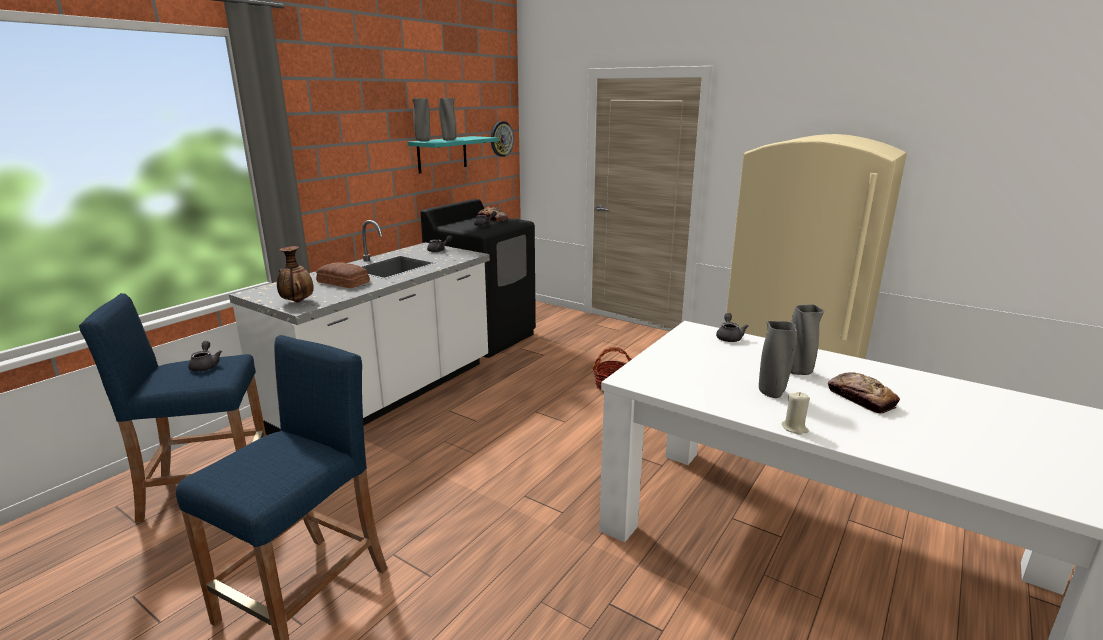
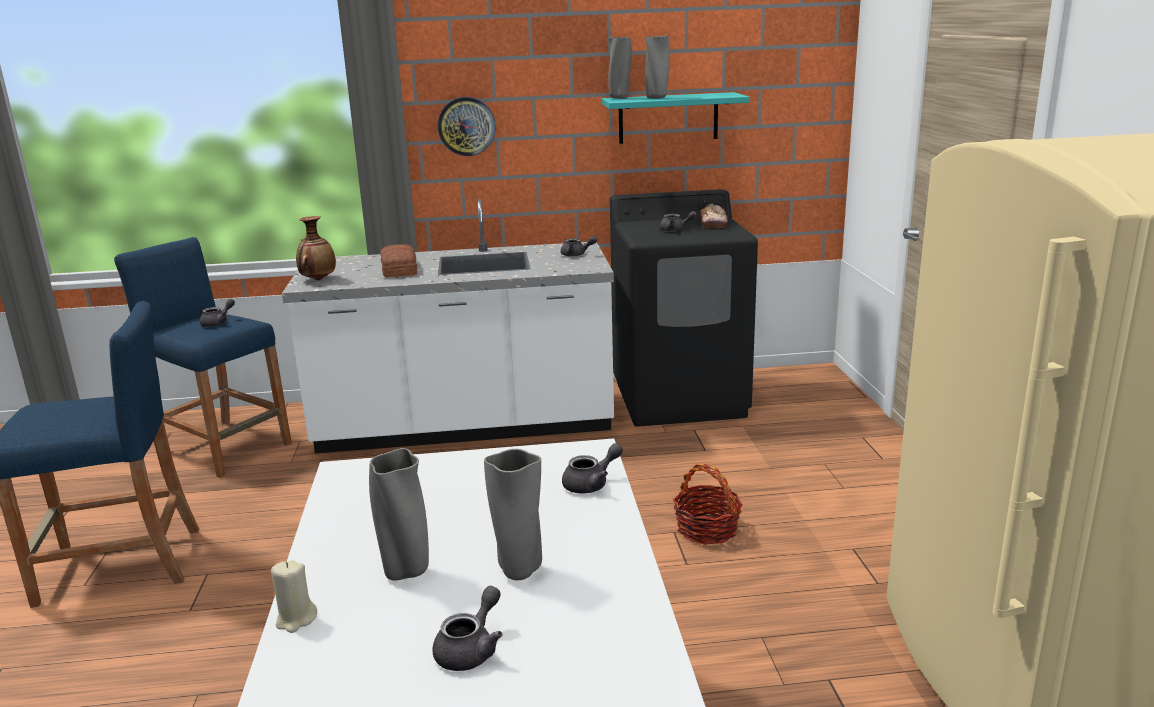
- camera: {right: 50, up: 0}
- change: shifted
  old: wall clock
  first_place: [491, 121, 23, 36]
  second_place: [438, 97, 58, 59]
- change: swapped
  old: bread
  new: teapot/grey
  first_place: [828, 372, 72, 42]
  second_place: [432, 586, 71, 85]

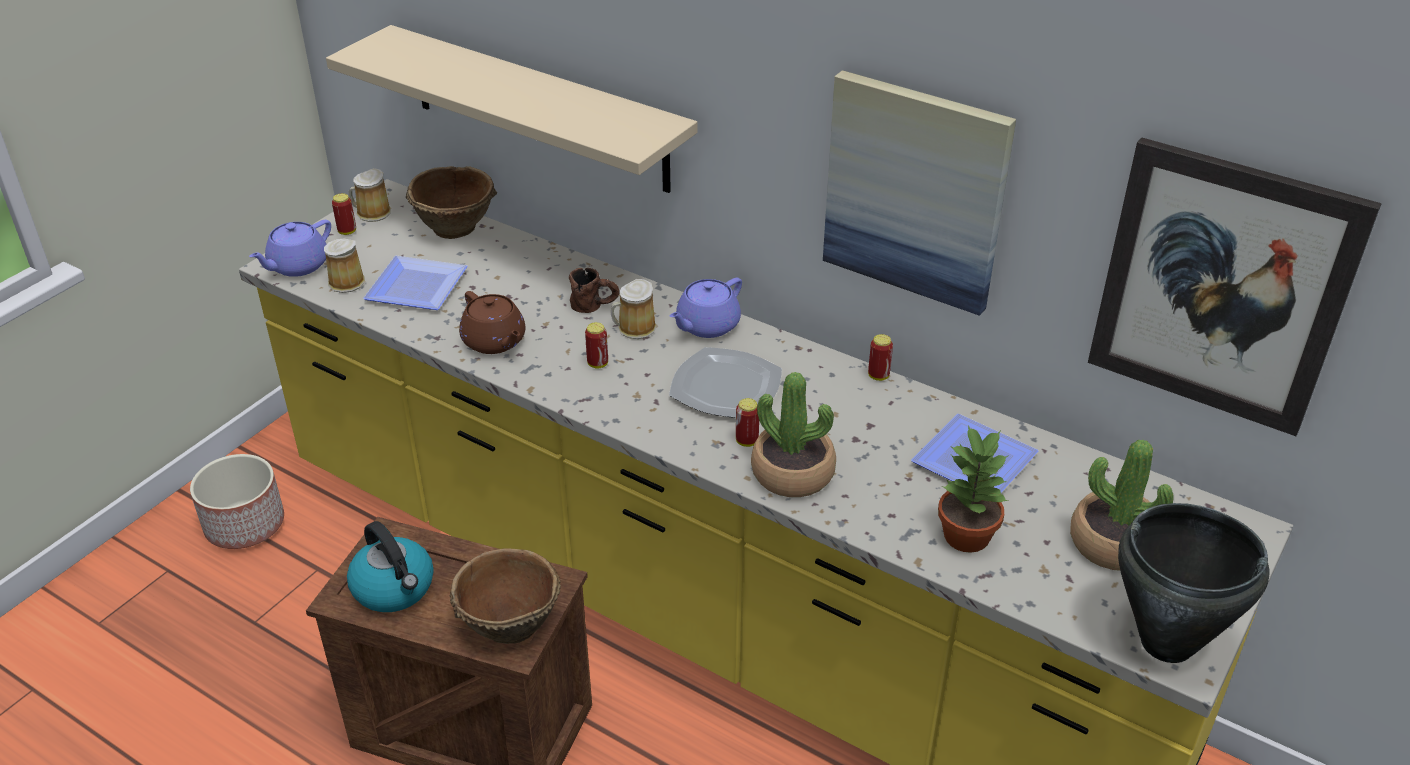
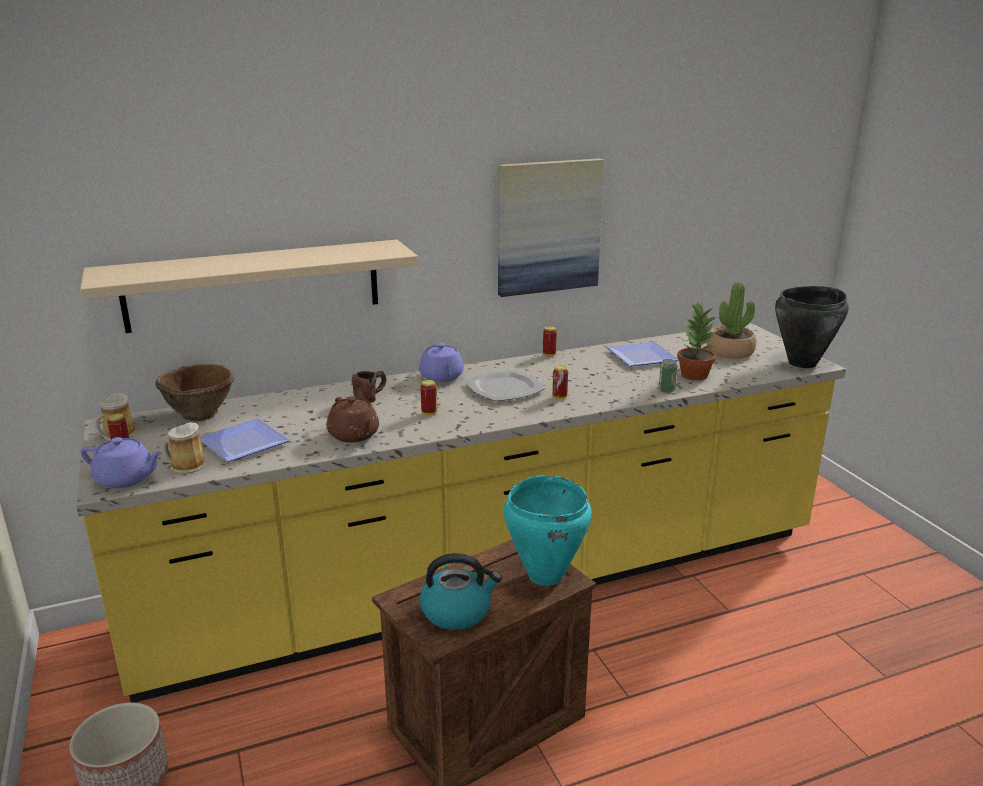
- camera: {right: -55, up: -15}
- change: rotated
  old: teapot/purple
  first_place: [249, 220, 82, 57]
  second_place: [81, 437, 82, 52]
  degrees: -60
- change: swapped
  old: bowl/brown
  new: cooking pot/turquoise
  first_place: [450, 548, 111, 96]
  second_place: [504, 475, 88, 111]
- change: rotated
  old: teapot/brown
  first_place: [459, 291, 66, 63]
  second_place: [326, 396, 53, 47]
  degrees: 60
- change: gone
  old: mug
  first_place: [611, 279, 46, 60]
- change: gone
  old: potted plant
  first_place: [751, 372, 85, 125]
- change: gone
  old: picture
  first_place: [1088, 137, 294, 299]
- change: new
  new: can
  second_place: [659, 359, 18, 34]

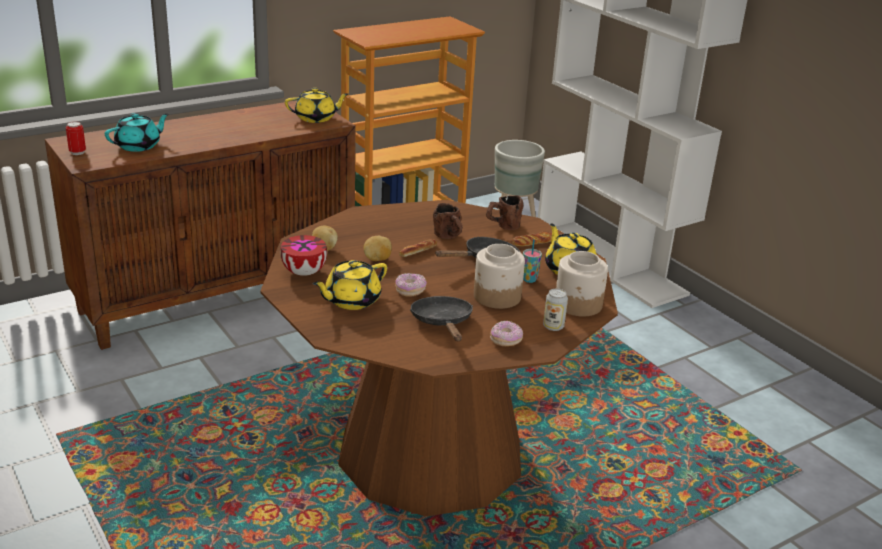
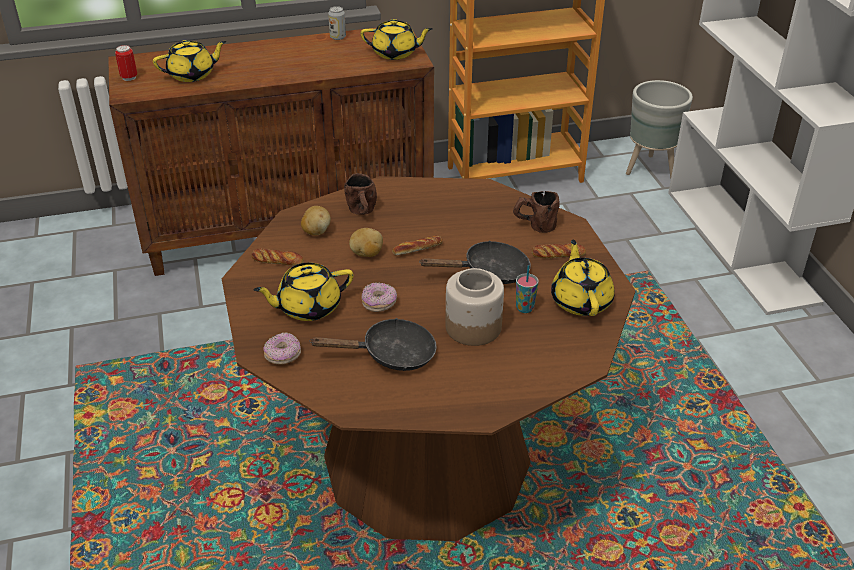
- camera: {right: 20, up: 10}
- change: repainted
  old: teapot/turquoise
  new: teapot/yellow
  first_place: [105, 113, 64, 39]
  second_place: [153, 40, 73, 42]
- change: swapped
  old: bowl
  new: bread
  first_place: [280, 235, 47, 41]
  second_place: [251, 248, 53, 18]
- change: rotated
  old: frying pan/black
  first_place: [410, 296, 63, 45]
  second_place: [309, 318, 128, 53]
  degrees: 75
- change: shifted
  old: mug/brown
  first_place: [433, 203, 30, 36]
  second_place: [344, 173, 33, 42]
- change: shifted
  old: donut
  first_place: [490, 320, 33, 26]
  second_place: [263, 332, 38, 33]
- change: shifted
  old: can
  first_place: [543, 289, 25, 42]
  second_place: [328, 6, 18, 34]
- change: gone
  old: jar
  first_place: [556, 251, 52, 66]

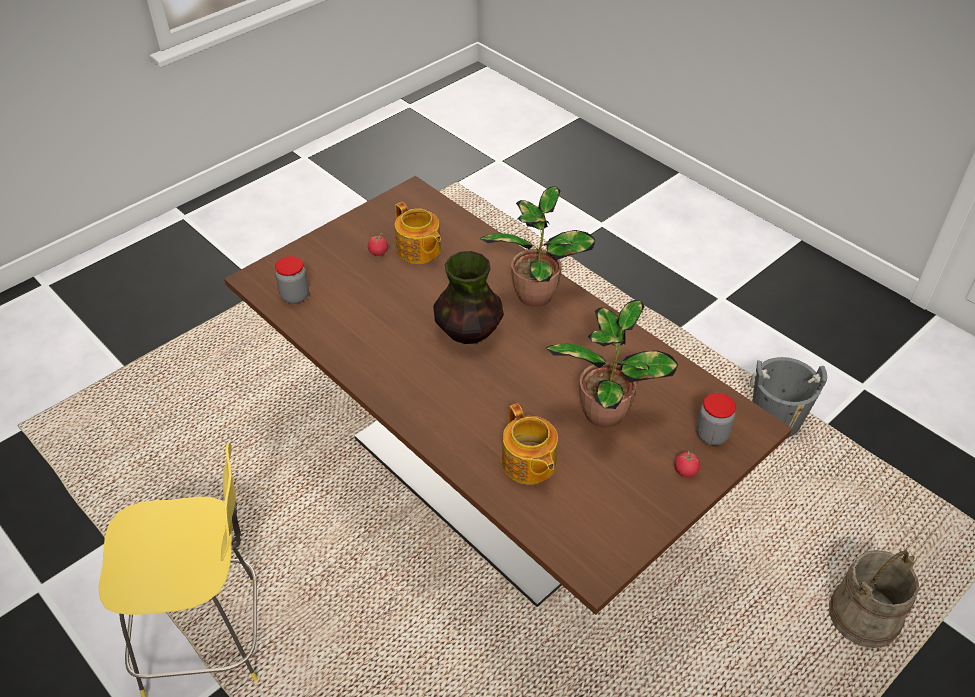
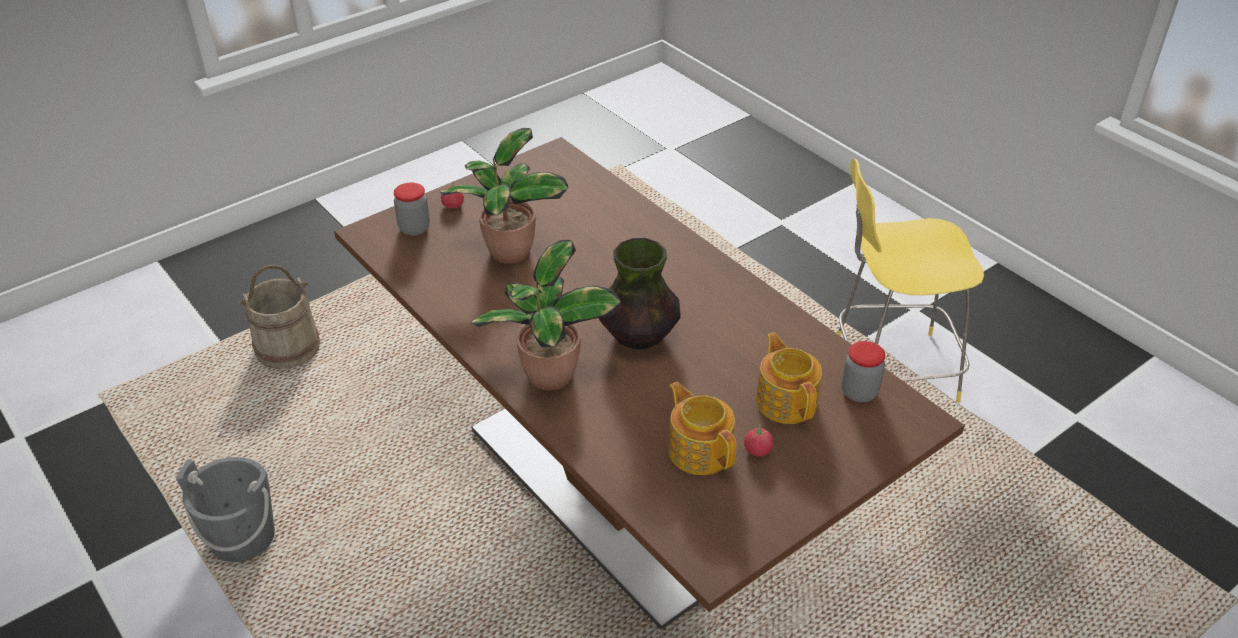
- camera: {right: -175, up: -5}
- change: shifted
  old: teapot
  first_place: [502, 403, 56, 82]
  second_place: [756, 333, 66, 91]

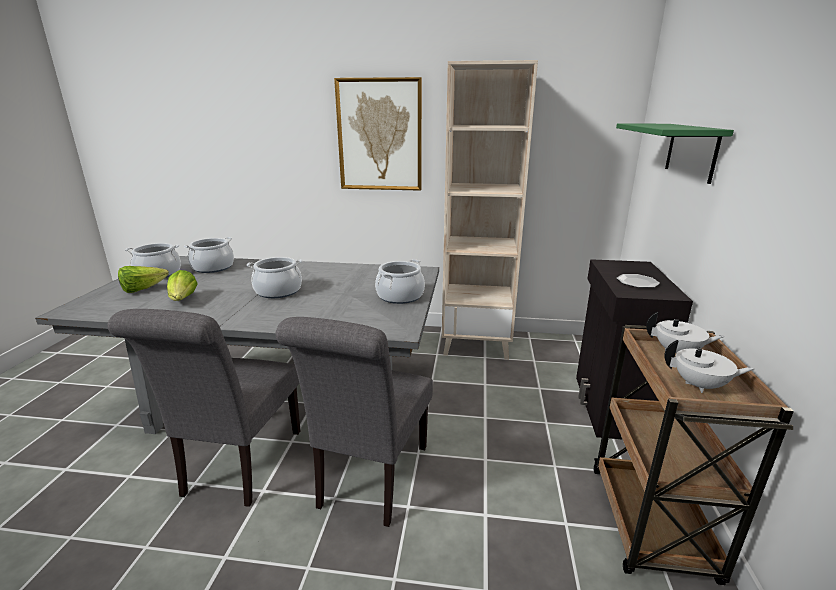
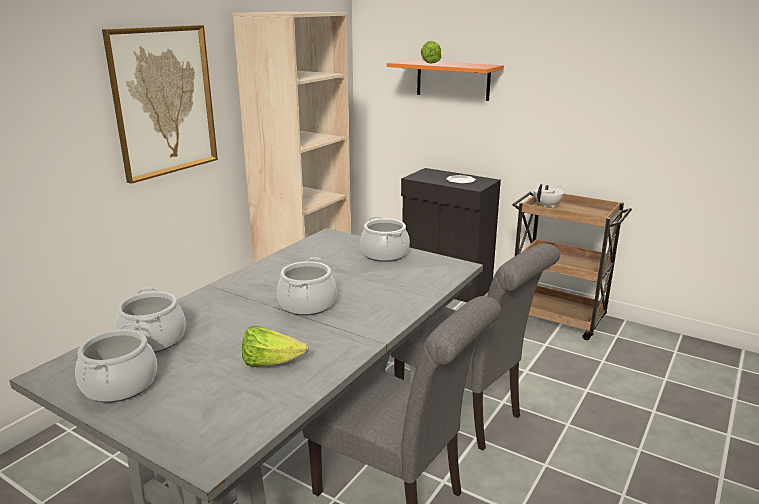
- camera: {right: -65, up: 0}
- change: shifted
  old: lettuce
  first_place: [118, 266, 51, 27]
  second_place: [421, 40, 20, 24]
- change: repainted
  old: shelf/green
  new: shelf/orange
  first_place: [616, 123, 118, 61]
  second_place: [387, 60, 117, 41]
- change: gone
  old: teapot/white
  first_place: [664, 340, 90, 53]

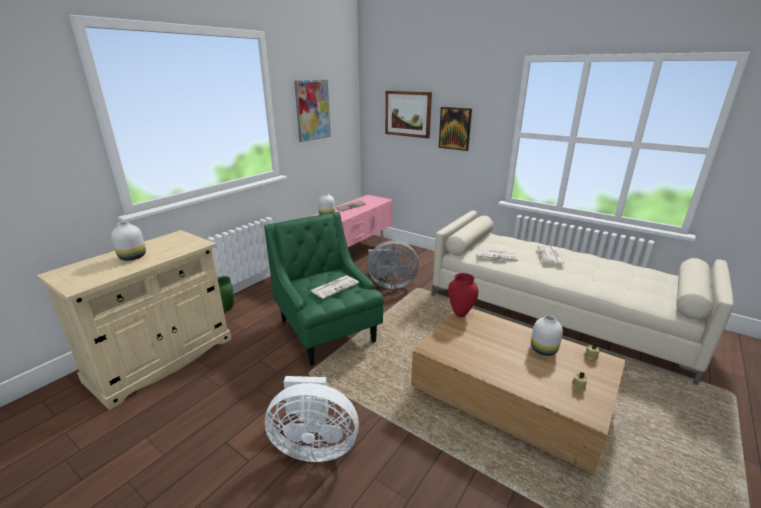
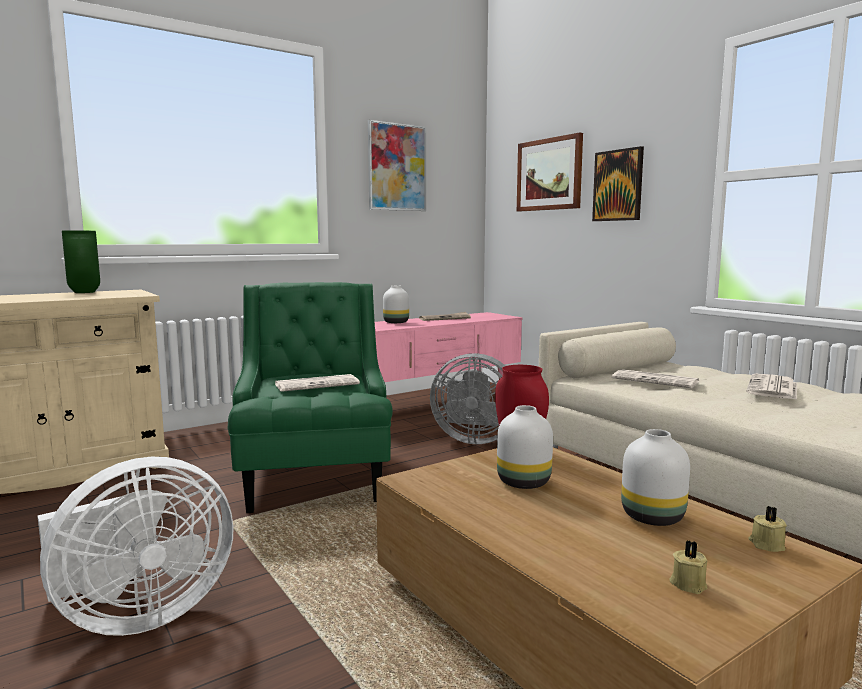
- camera: {right: 20, up: -15}
- change: shifted
  old: vase/white
  first_place: [111, 222, 35, 39]
  second_place: [497, 405, 56, 84]
- change: shifted
  old: vase/green
  first_place: [218, 276, 16, 35]
  second_place: [62, 230, 38, 63]
- change: rotated
  old: fan/white
  first_place: [265, 376, 94, 86]
  second_place: [37, 457, 197, 179]
  degrees: -60

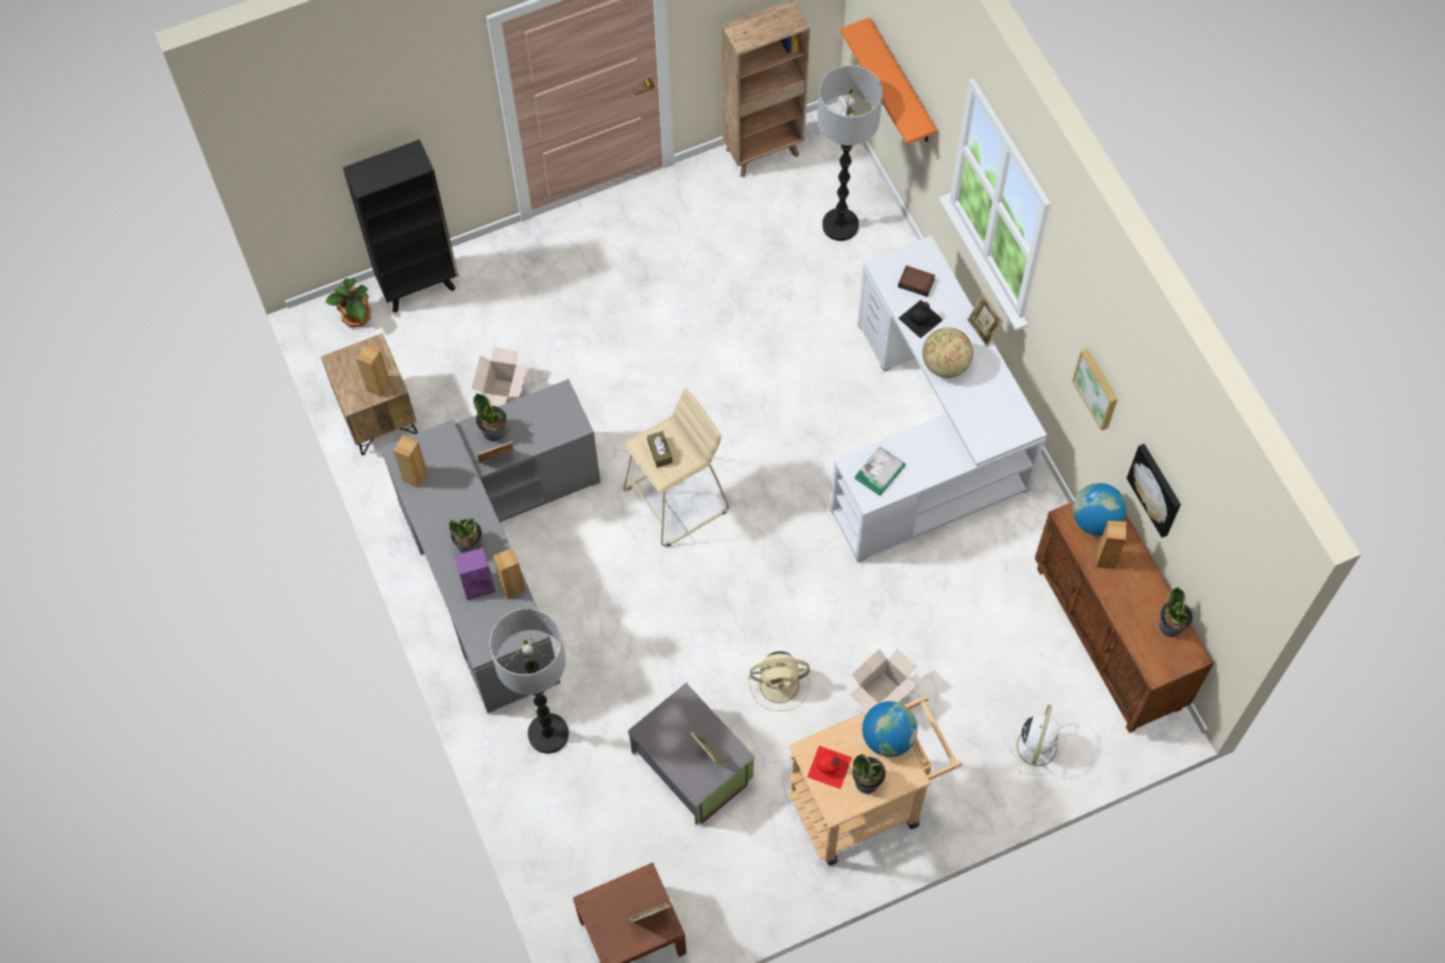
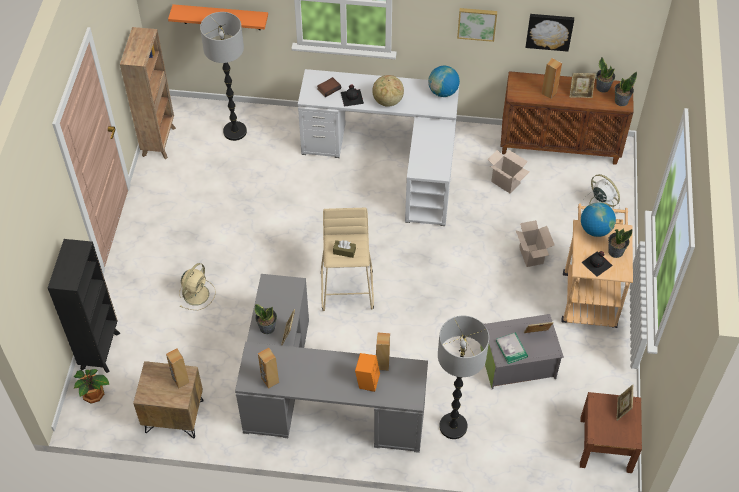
- camera: {right: -60, up: -10}
- change: shifted
  old: potted plant
  first_place: [449, 518, 33, 35]
  second_place: [615, 72, 22, 34]
- change: repainted
  old: speaker/purple
  new: speaker/orange
  first_place: [454, 548, 41, 52]
  second_place: [355, 353, 25, 39]
- change: shifted
  old: cardboard box
  first_place: [472, 347, 56, 60]
  second_place: [488, 150, 42, 43]
- change: shifted
  old: fan/beige
  first_place: [748, 651, 62, 60]
  second_place: [179, 263, 37, 47]
- change: repainted
  old: bottle/red
  new: bottle/black
  first_place: [807, 746, 45, 43]
  second_place: [581, 251, 32, 26]
- change: shifted
  old: book
  first_place: [855, 447, 51, 49]
  second_place: [496, 332, 32, 32]
- change: shifted
  old: picture frame
  first_place: [967, 293, 36, 54]
  second_place: [569, 73, 27, 25]
- change: shifted
  old: globe
  first_place: [1073, 483, 53, 53]
  second_place: [428, 66, 32, 31]

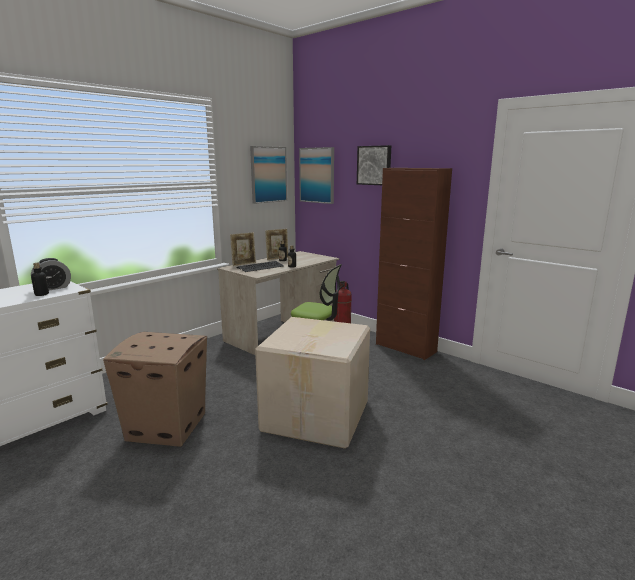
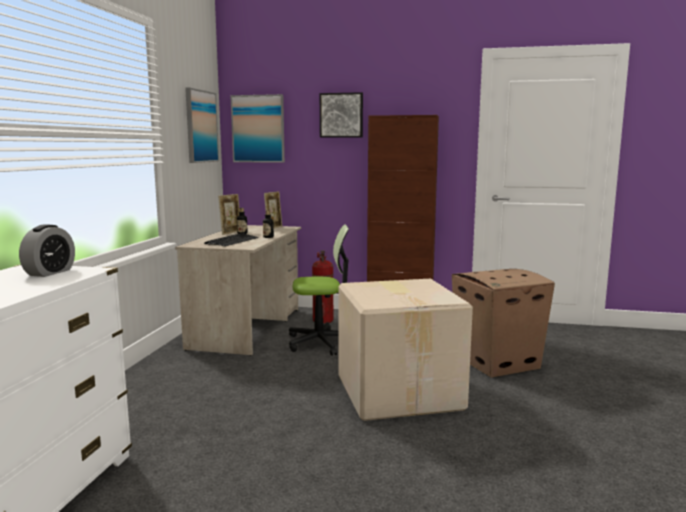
- camera: {right: -30, up: -5}
- change: gone
  old: bottle
  first_place: [31, 263, 18, 33]
- change: shifted
  old: cardboard box
  first_place: [103, 332, 104, 115]
  second_place: [452, 269, 103, 109]
- change: shifted
  old: picture frame
  first_place: [230, 232, 26, 34]
  second_place: [264, 192, 18, 36]

